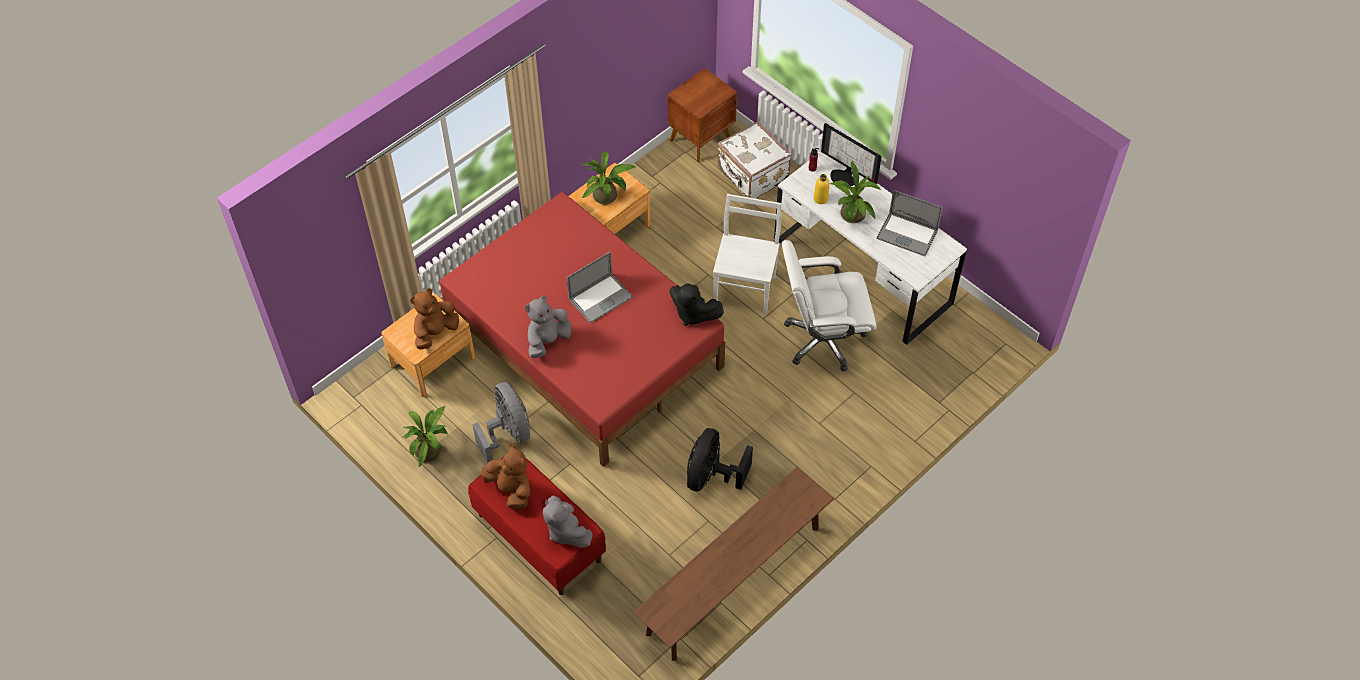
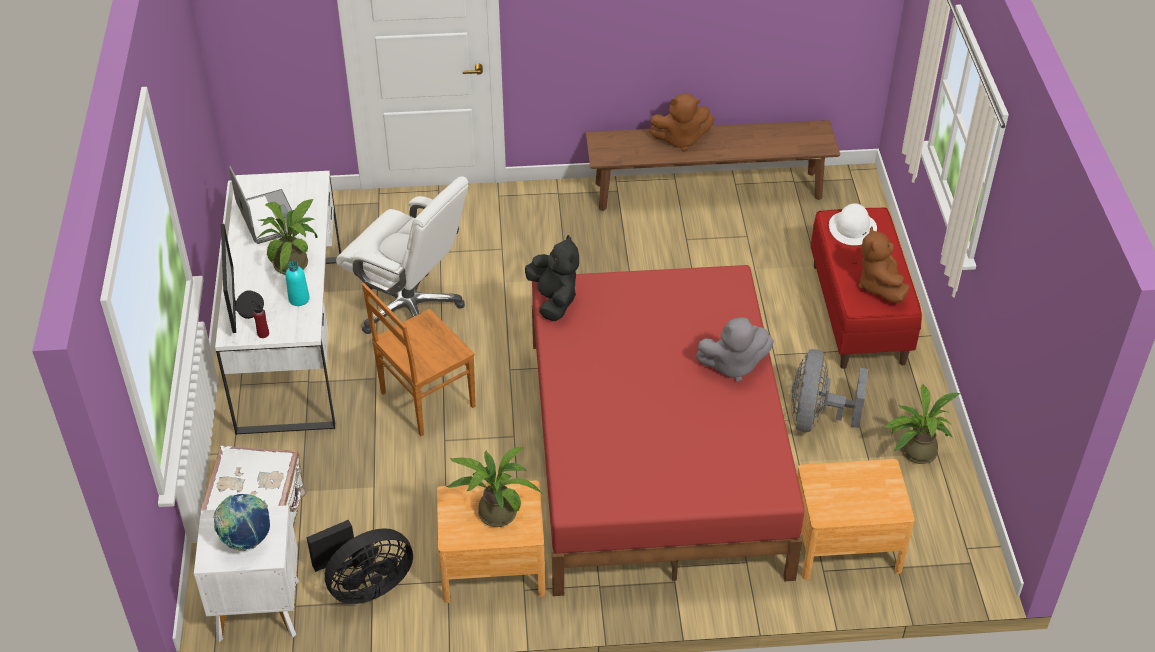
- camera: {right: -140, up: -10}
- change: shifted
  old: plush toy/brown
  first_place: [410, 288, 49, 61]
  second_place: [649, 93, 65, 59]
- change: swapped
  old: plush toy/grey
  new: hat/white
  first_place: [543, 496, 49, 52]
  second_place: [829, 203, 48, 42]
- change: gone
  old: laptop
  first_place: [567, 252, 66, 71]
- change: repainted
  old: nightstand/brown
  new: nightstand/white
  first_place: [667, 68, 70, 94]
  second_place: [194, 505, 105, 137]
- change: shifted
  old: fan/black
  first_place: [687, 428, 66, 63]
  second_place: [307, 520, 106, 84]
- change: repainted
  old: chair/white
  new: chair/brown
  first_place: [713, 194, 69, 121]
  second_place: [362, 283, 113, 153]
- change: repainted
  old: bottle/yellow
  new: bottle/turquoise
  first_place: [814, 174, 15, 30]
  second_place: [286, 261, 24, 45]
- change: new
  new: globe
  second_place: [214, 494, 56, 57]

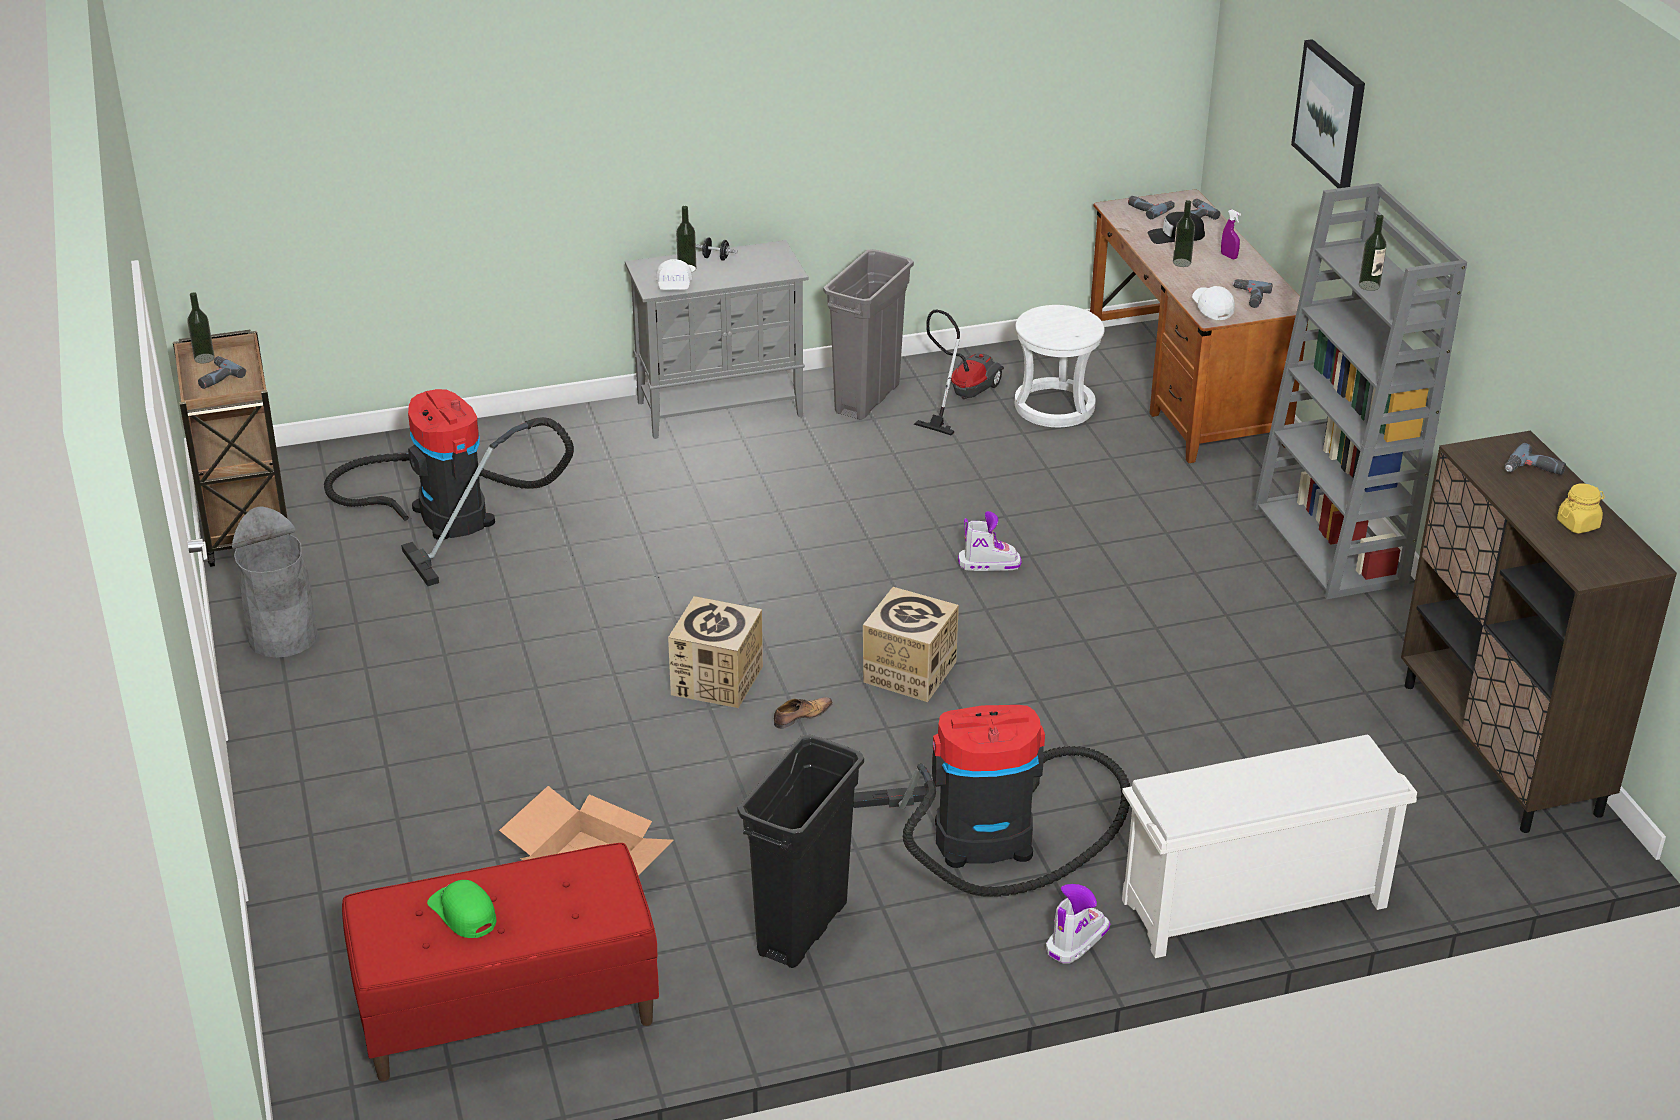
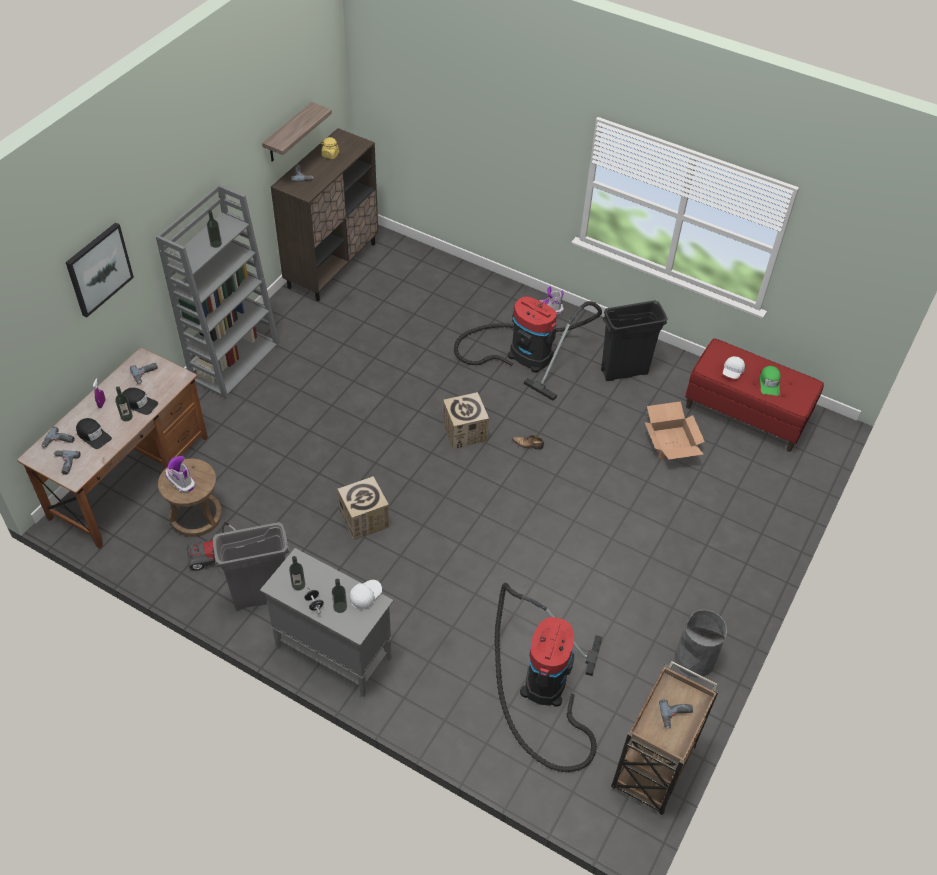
- camera: {right: -135, up: 15}
- change: shifted
  old: bottle
  first_place: [187, 292, 28, 72]
  second_place: [289, 556, 16, 35]
- change: shifted
  old: cardboard box
  first_place: [668, 596, 95, 112]
  second_place: [337, 476, 53, 64]
- change: shifted
  old: boot
  first_place: [958, 511, 63, 60]
  second_place: [165, 456, 30, 37]
- change: repainted
  old: stool/white
  new: stool/brown
  first_place: [1015, 305, 90, 122]
  second_place: [158, 459, 64, 78]
- change: gone
  old: shoe rack/white
  first_place: [1122, 735, 295, 223]
- change: shifted
  old: cap/white
  first_place: [1192, 286, 43, 34]
  second_place: [723, 356, 22, 23]
- change: new
  new: cap/black
  second_place: [122, 388, 36, 27]
- change: new
  new: shelf
  second_place: [262, 102, 70, 60]

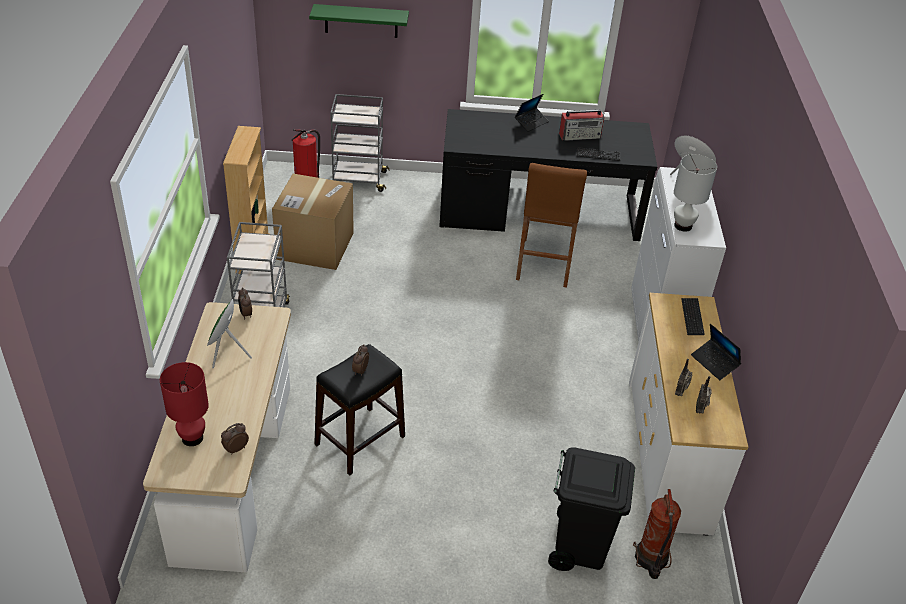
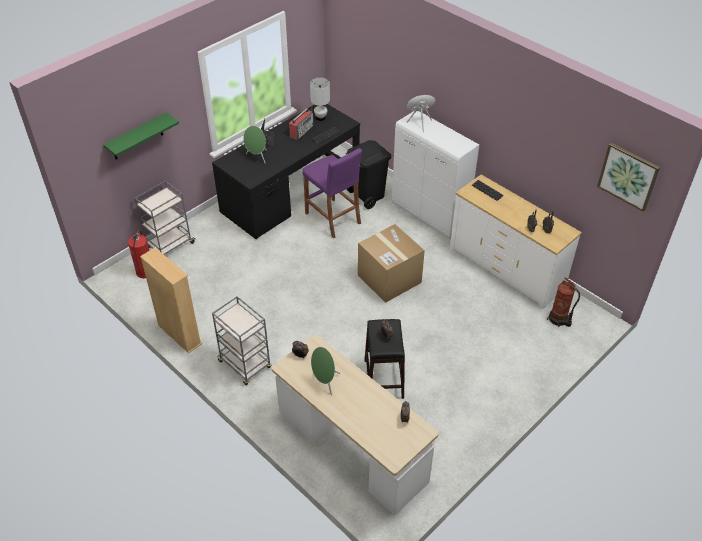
- camera: {right: -45, up: 5}
- change: gone
  old: table lamp/red
  first_place: [160, 362, 49, 84]
- change: shifted
  old: cardboard box
  first_place: [272, 174, 82, 96]
  second_place: [358, 224, 67, 79]
- change: repainted
  old: stool/brown
  new: stool/purple
  first_place: [516, 163, 71, 125]
  second_place: [303, 148, 59, 90]
- change: shifted
  old: trash can/black
  first_place: [548, 447, 87, 124]
  second_place: [346, 140, 45, 69]
- change: shifted
  old: table lamp/white
  first_place: [674, 154, 43, 78]
  second_place: [310, 78, 20, 43]
- change: gone
  old: laptop
  first_place: [691, 324, 50, 56]
- change: new
  new: speaker/green
  second_place: [243, 126, 24, 37]
- change: new
  new: picture
  second_place: [597, 143, 63, 69]

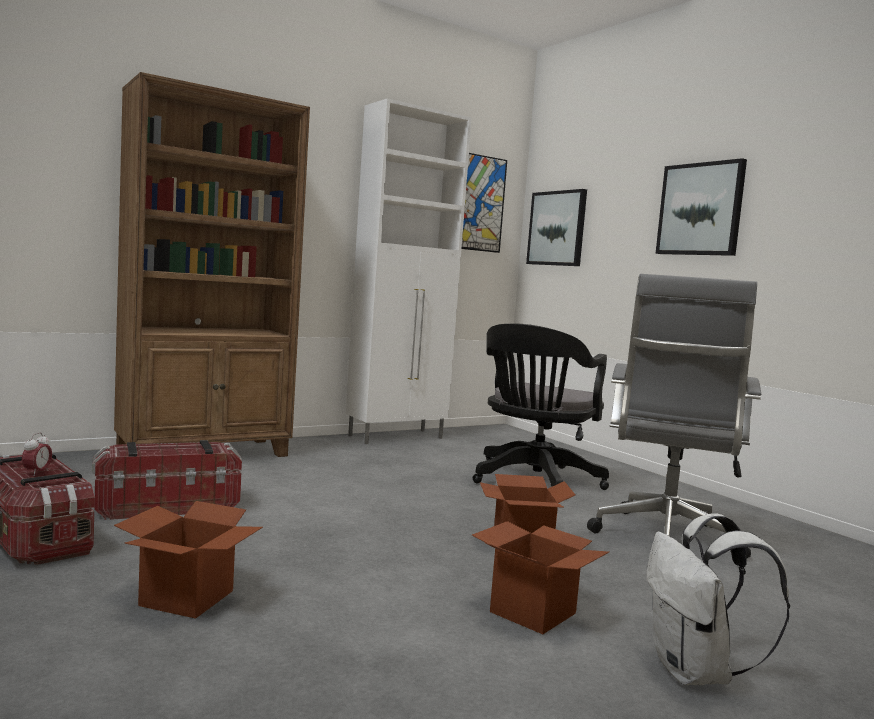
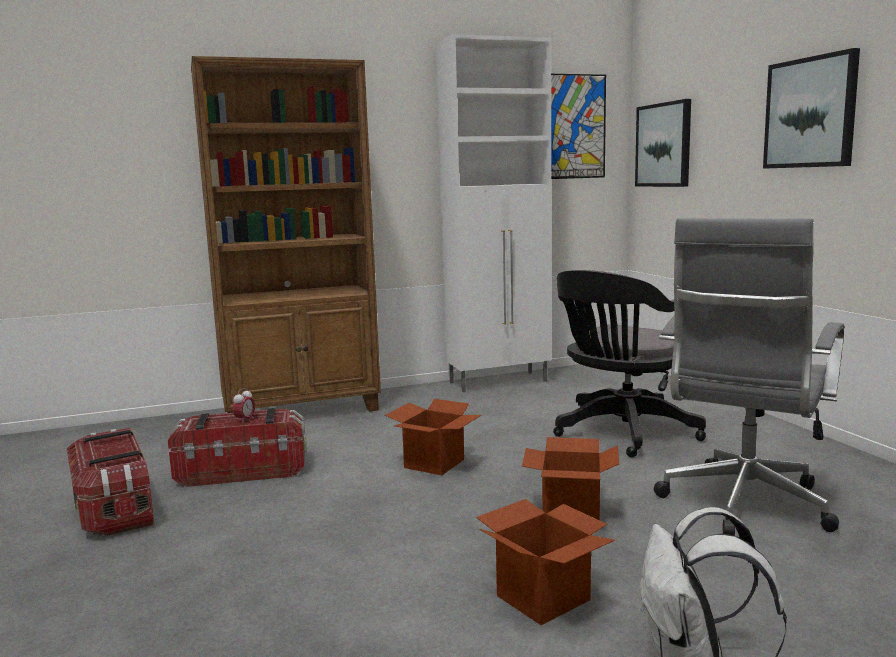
- camera: {right: 15, up: 5}
- change: shifted
  old: alarm clock
  first_place: [22, 433, 30, 43]
  second_place: [233, 388, 22, 32]
- change: shifted
  old: cardboard box
  first_place: [114, 501, 149, 118]
  second_place: [385, 399, 96, 76]

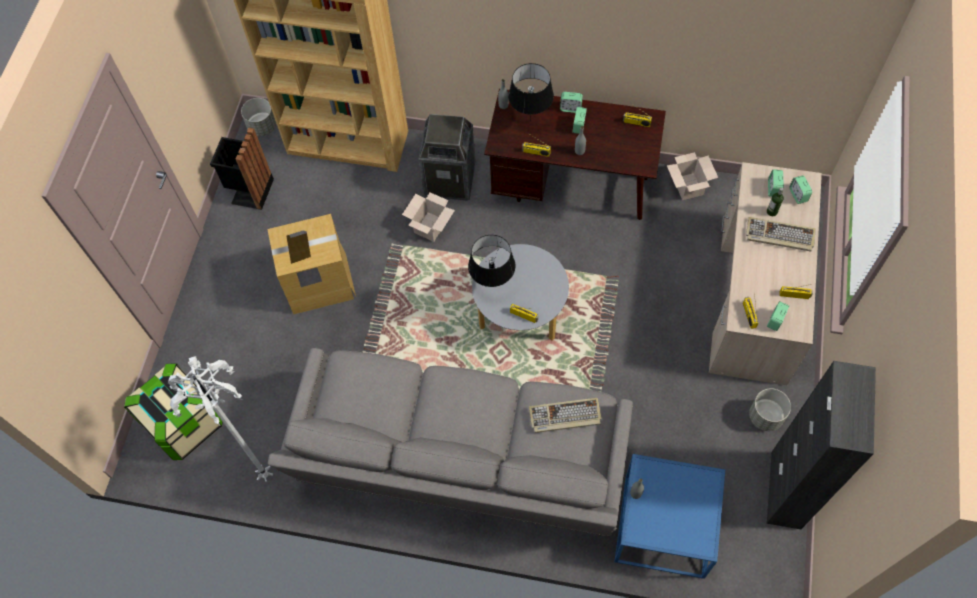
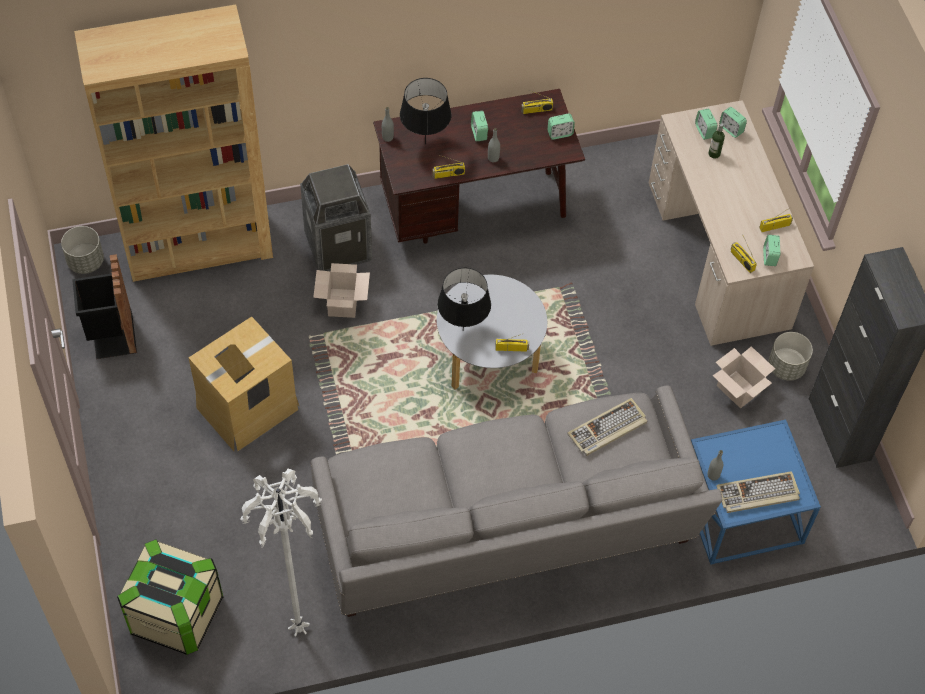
- camera: {right: -30, up: -5}
- change: shifted
  old: alarm clock
  first_place: [560, 92, 23, 21]
  second_place: [548, 114, 27, 26]
- change: shifted
  old: cardboard box
  first_place: [667, 152, 51, 48]
  second_place: [712, 346, 63, 62]
- change: shifted
  old: keyboard
  first_place: [746, 217, 70, 34]
  second_place: [716, 471, 84, 42]

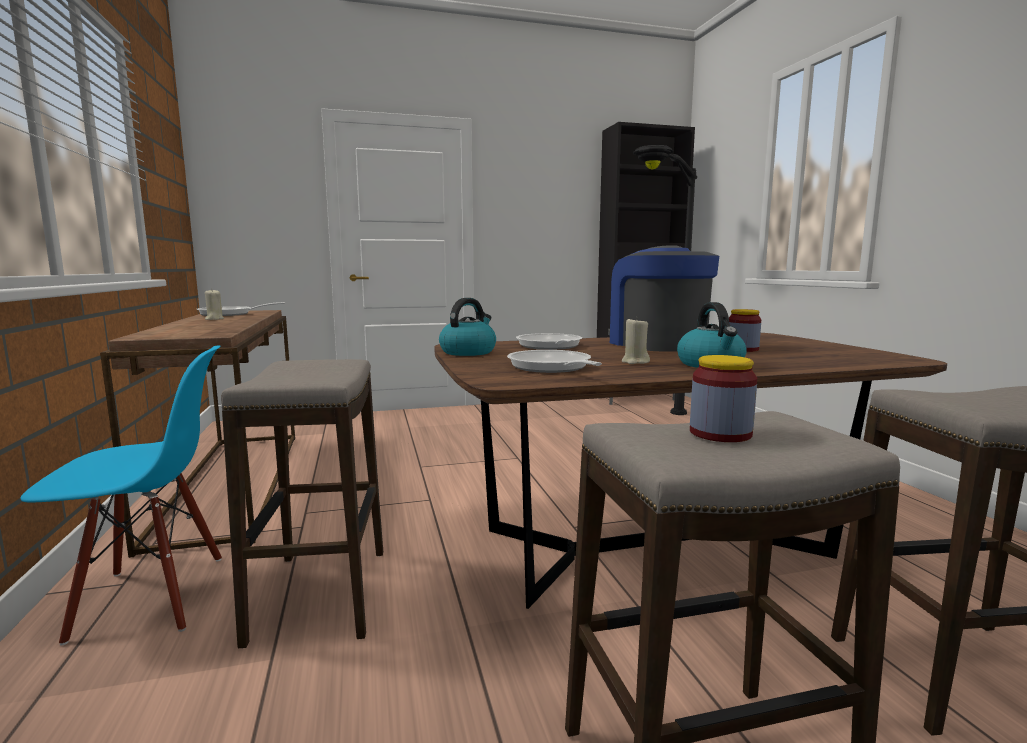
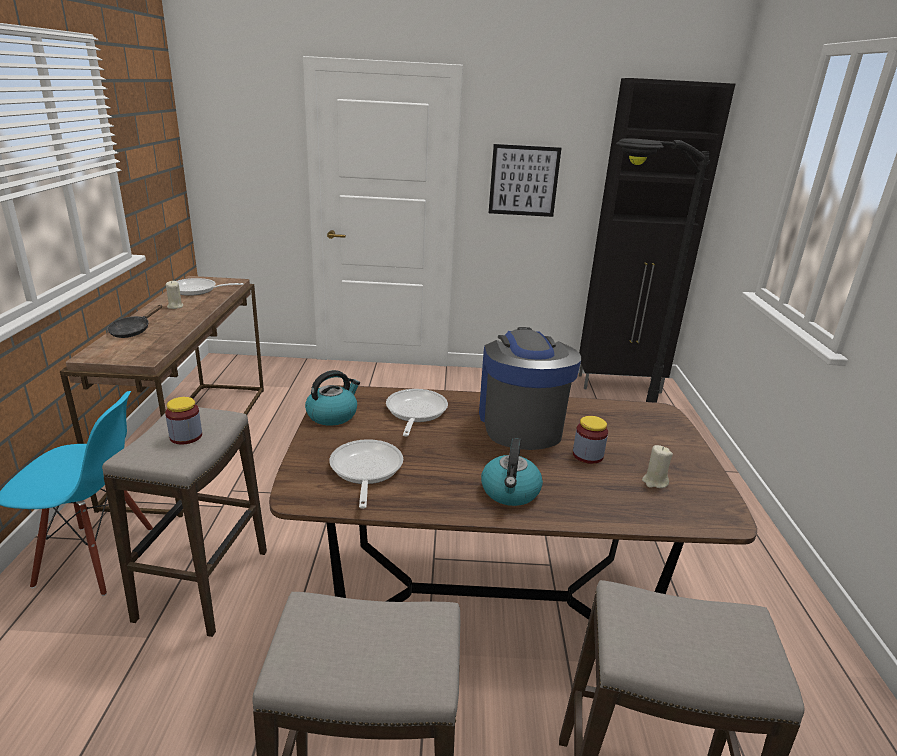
- camera: {right: 15, up: 15}
- change: shifted
  old: candle/beige
  first_place: [622, 317, 28, 47]
  second_place: [642, 445, 31, 43]
- change: shifted
  old: jar
  first_place: [690, 355, 67, 87]
  second_place: [165, 397, 37, 48]
- change: new
  new: frying pan/black
  second_place: [107, 305, 55, 33]
- change: new
  new: picture
  second_place: [489, 144, 72, 73]

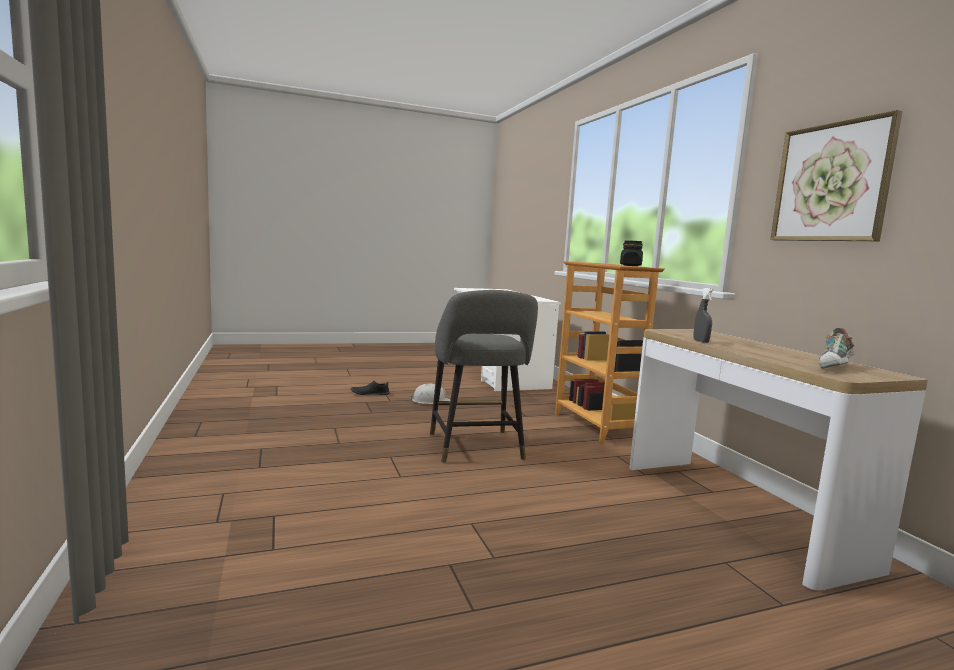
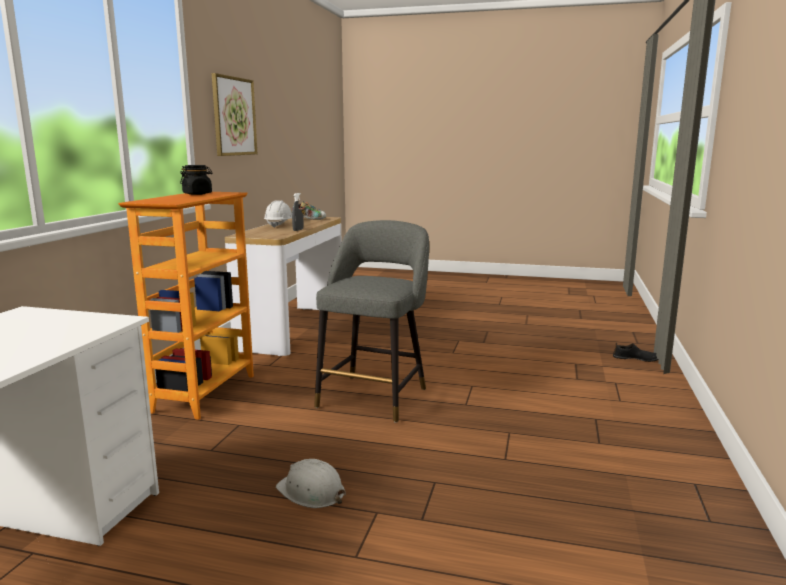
- camera: {right: -145, up: 5}
- change: shifted
  old: shoe/black
  first_place: [351, 381, 38, 14]
  second_place: [613, 343, 46, 19]
- change: new
  new: hard hat/white
  second_place: [264, 200, 28, 28]

